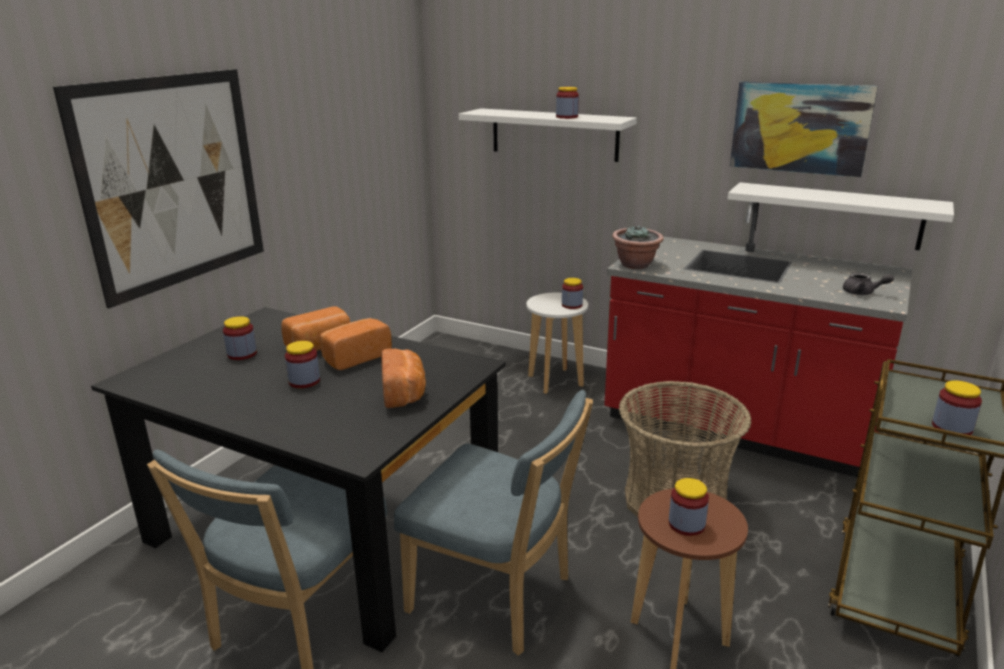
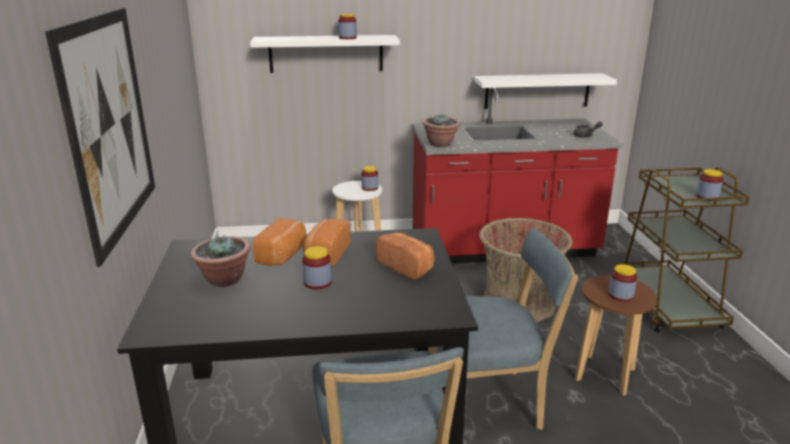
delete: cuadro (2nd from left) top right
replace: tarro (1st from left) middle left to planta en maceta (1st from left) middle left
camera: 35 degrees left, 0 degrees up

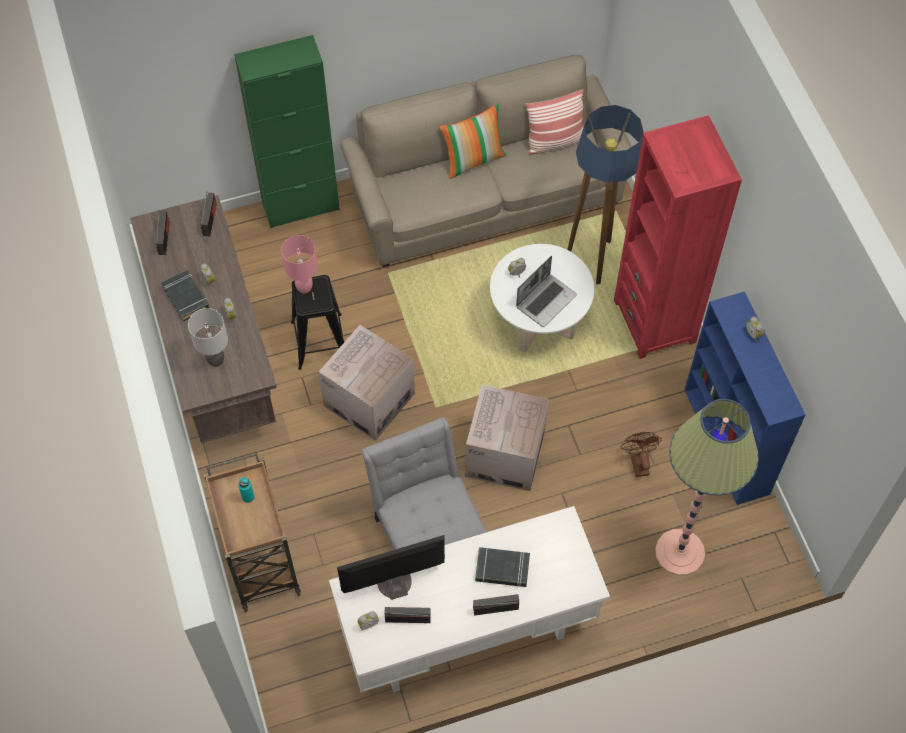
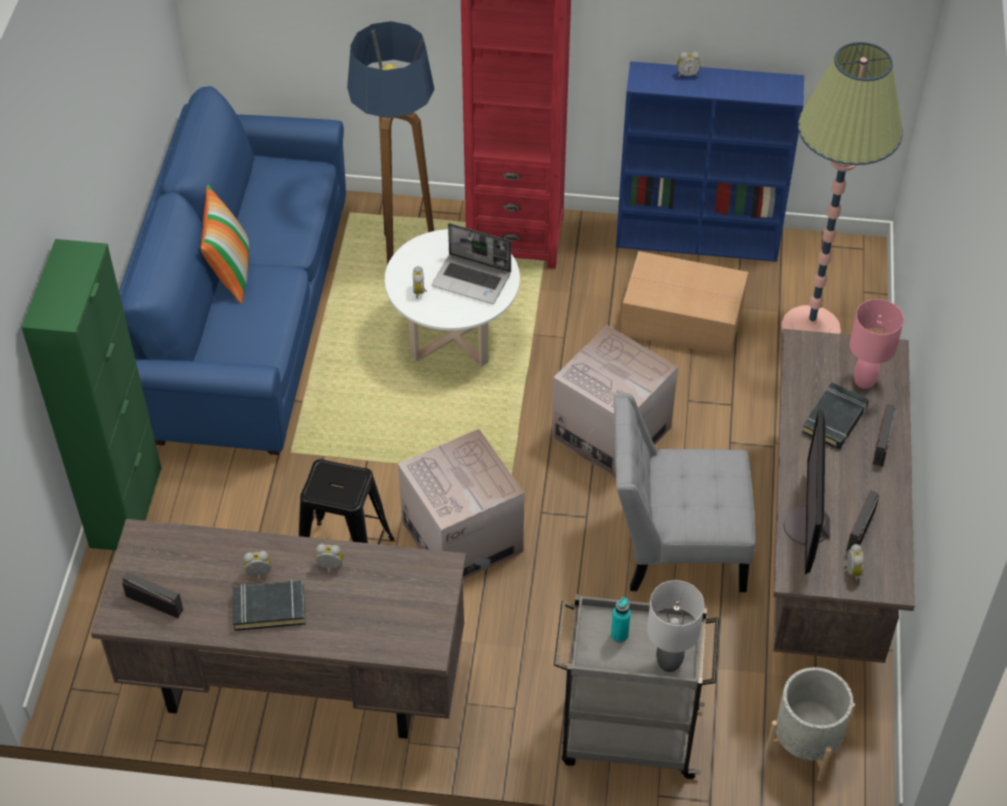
delete: cojín (2nd from left) top centre; radio (2nd from left) top left
insert: maceta/gris bottom right
move: lámpara de mesa/rosa middle left to middle right; lámpara de mesa/gris middle left to bottom right
replace: ventilador/marrón middle right to caja de cartón (3rd from left) middle right
recolor: sofá/beis top centre to sofá/azul middle left; carrito/marrón bottom left to carrito/gris bottom centre; escritorio/blanco bottom centre to escritorio/marrón (2nd from left) middle right
rotate: portátil centre = top centre 135 degrees clockwise
camera: 65 degrees left, 10 degrees down

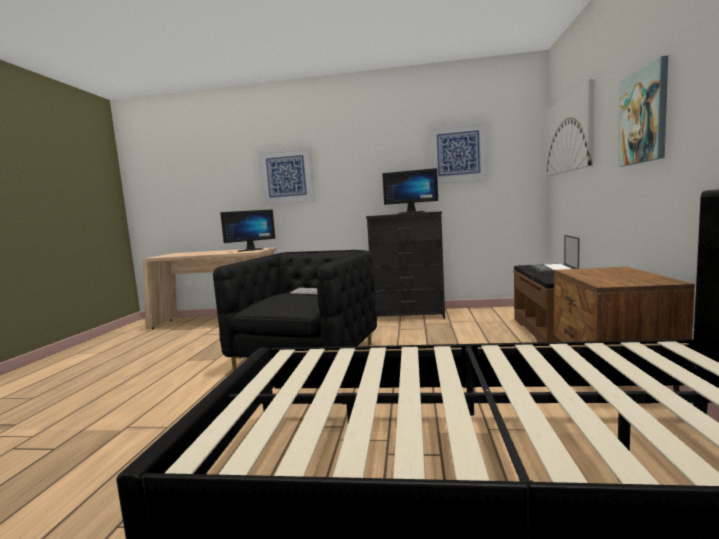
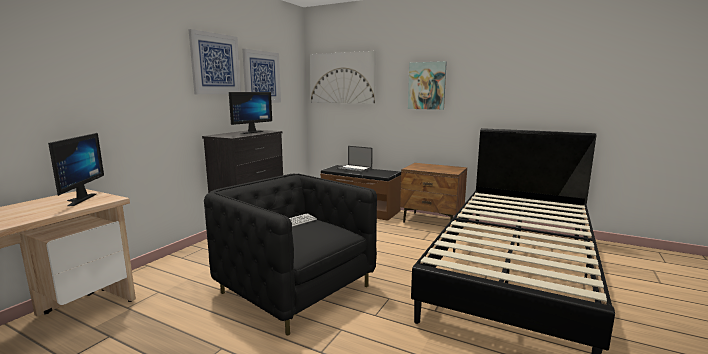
move: cuadro (1st from left) top centre to top left
camera: 70 degrees left, 5 degrees up

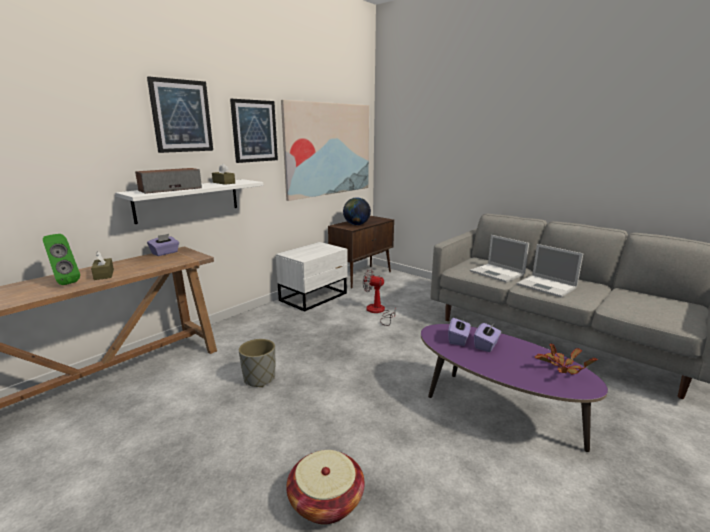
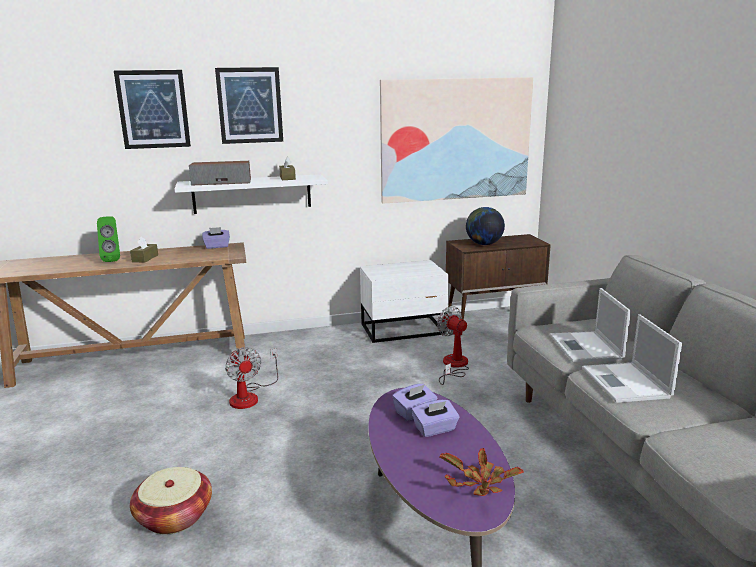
move: cuadro (2nd from left in the first image) top centre to cuadro (1st from left) top left
replace: maceta/gris bottom centre to ventilador (1st from left) bottom left
camera: 35 degrees right, 0 degrees up

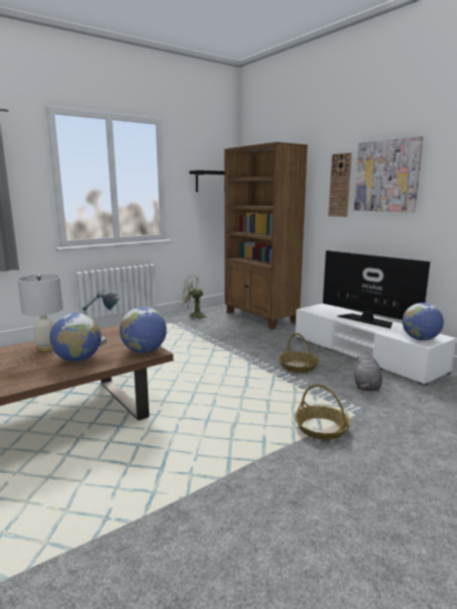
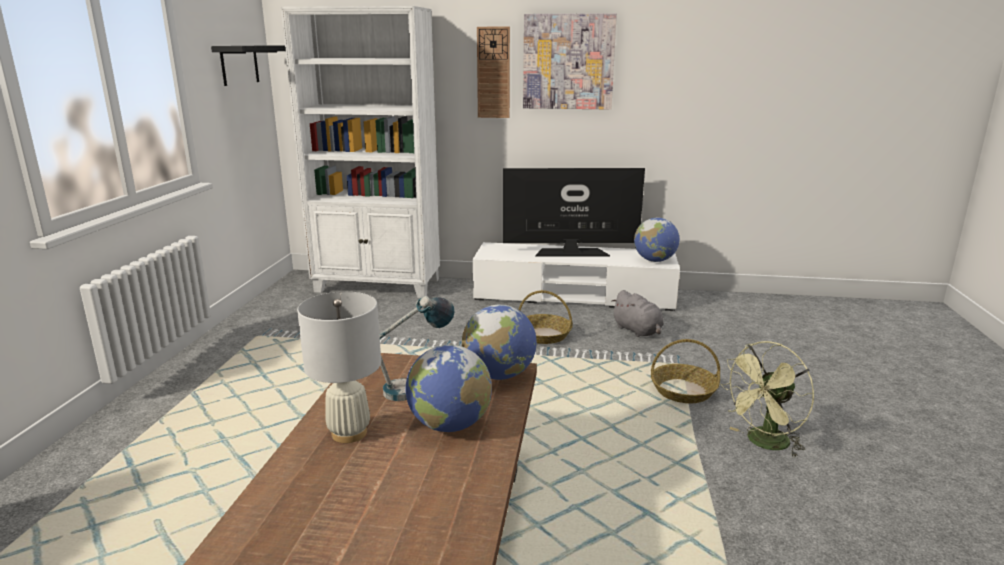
move: ventilador/verde centre to bottom right
recolor: estantería/marrón centre to estantería/blanco top centre
camera: 45 degrees left, 5 degrees up

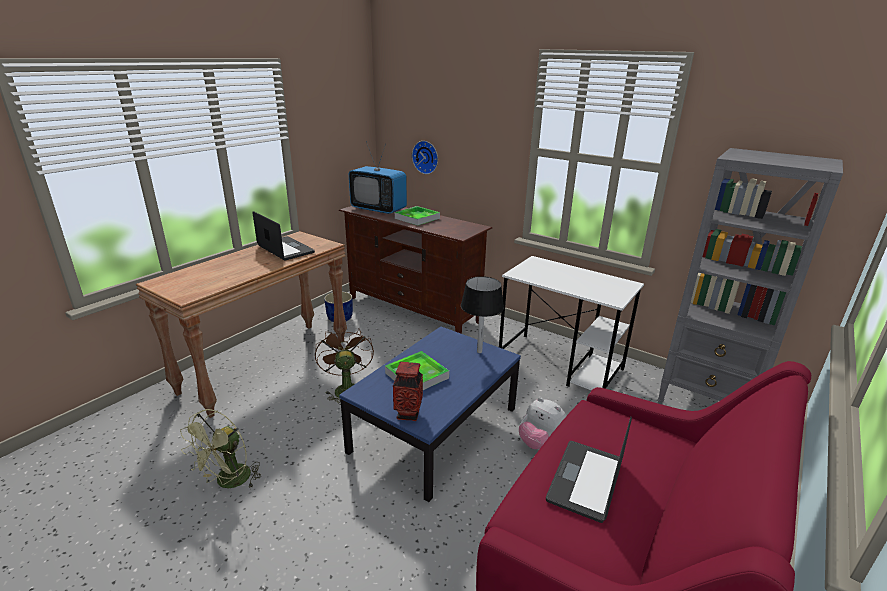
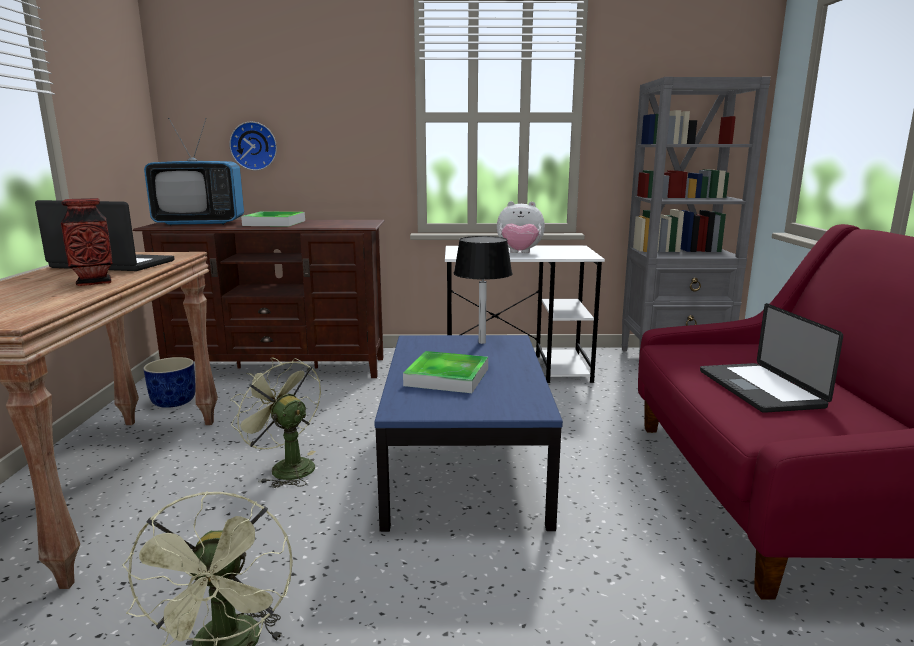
move: florero centre to middle left; peluche bottom centre to centre
recolor: ventilador/marrón centre to ventilador/verde (2nd from left) middle left
camera: 35 degrees left, 10 degrees down

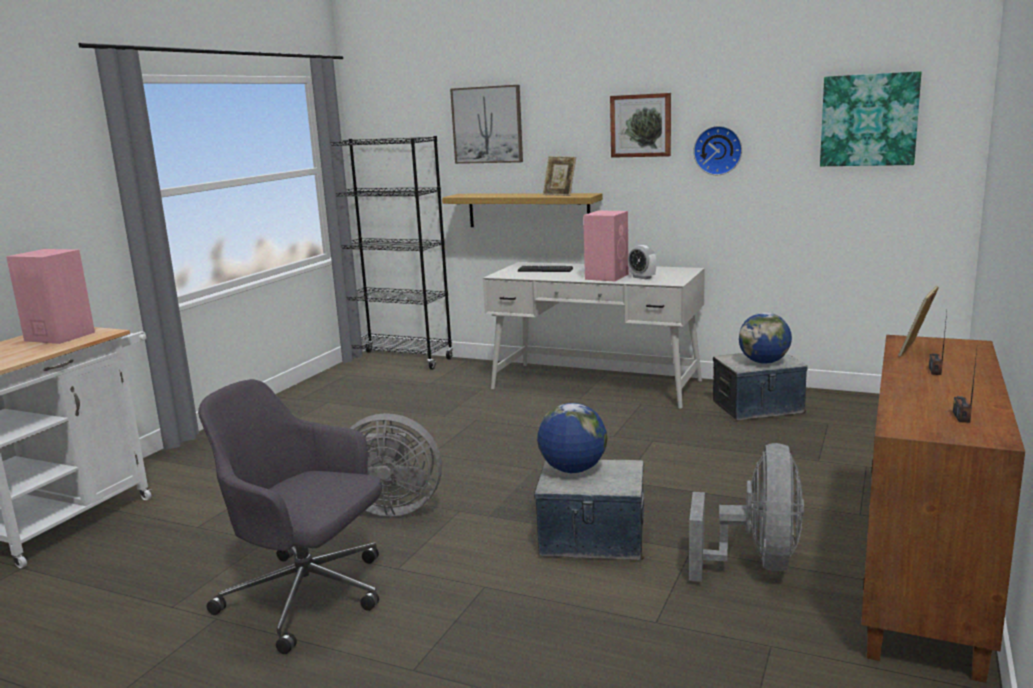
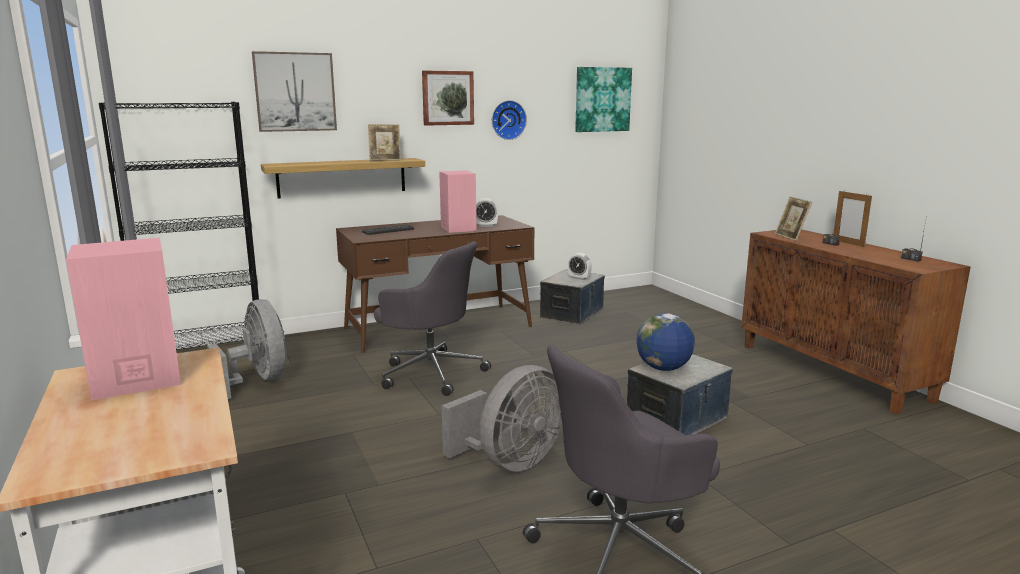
insert: portarretratos (3rd from left) middle right; silla de oficina/gris (1st from left) centre
move: ventilador/gris (2nd from left in the first image) bottom right to ventilador/gris (1st from left) middle left
replace: globo terráqueo (2nd from left) middle right to despertador (2nd from left) centre
recolor: escritorio/blanco centre to escritorio/marrón centre
camera: 50 degrees left, 0 degrees up

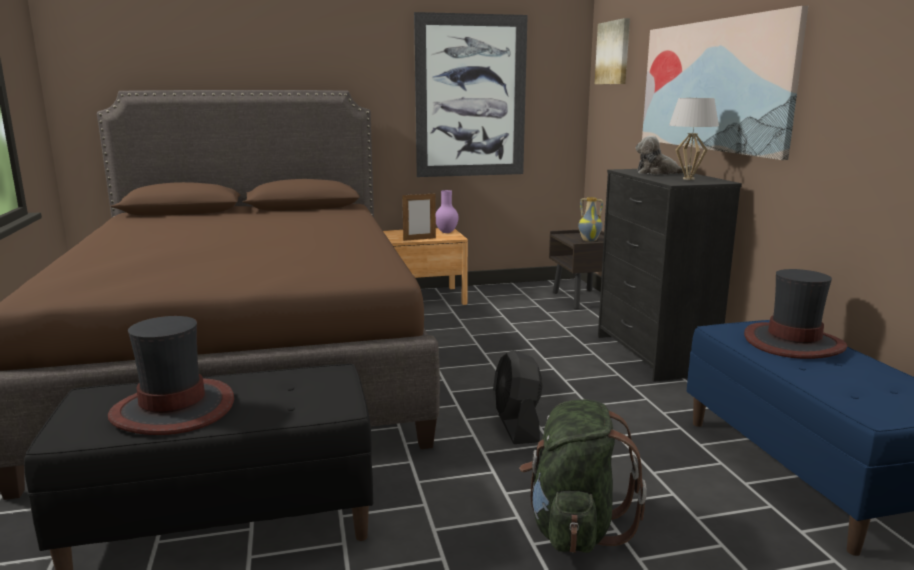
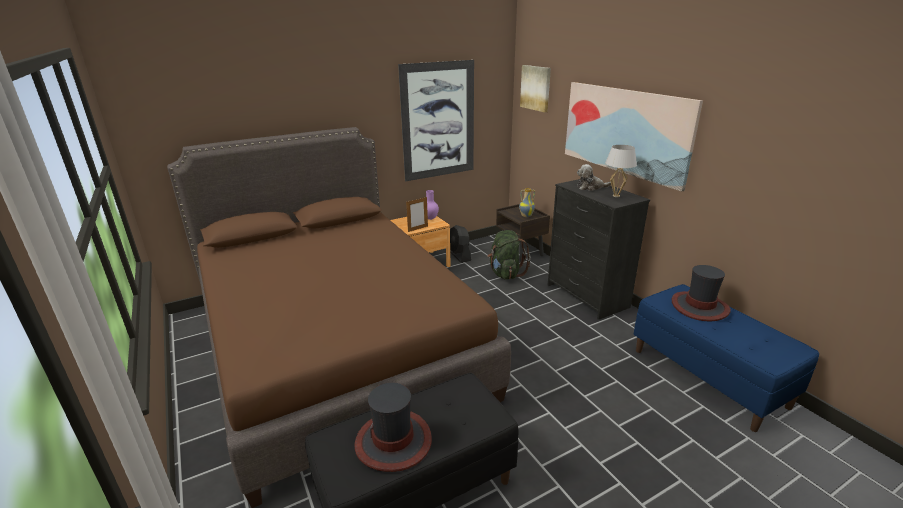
move: ventilador/negro bottom centre to centre; mochila/verde bottom centre to centre
camera: 15 degrees left, 10 degrees up

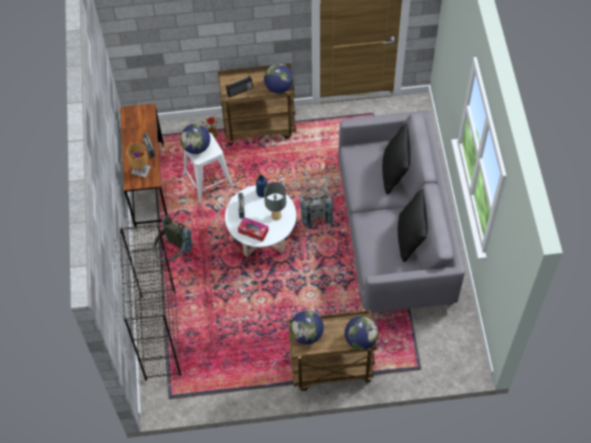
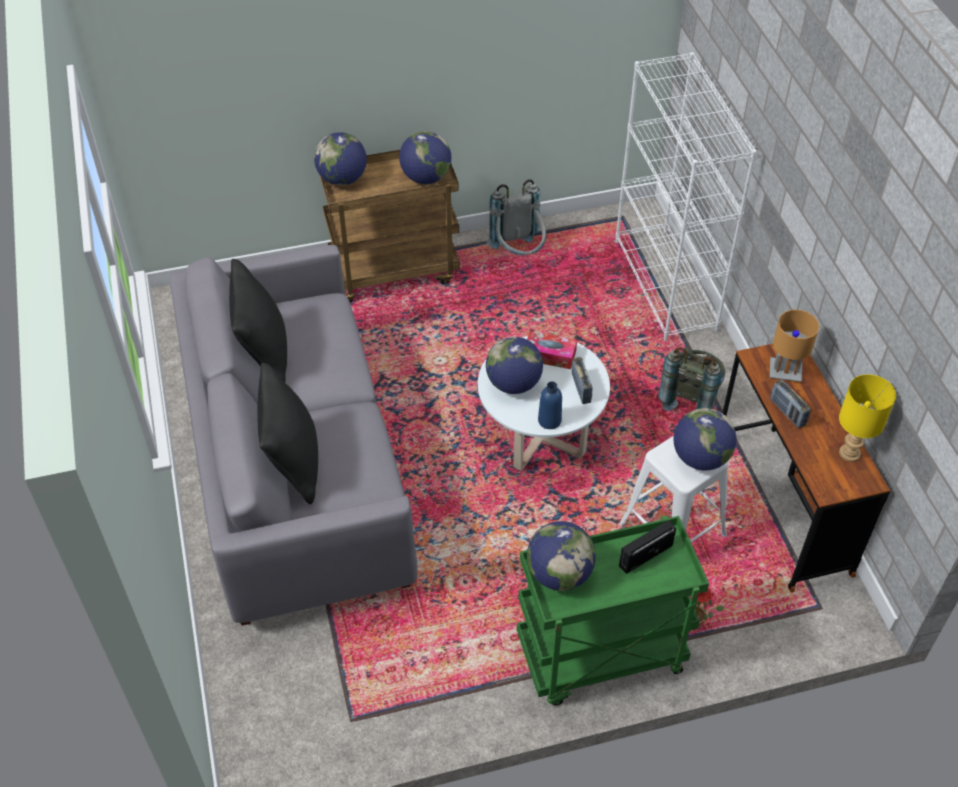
insert: lámpara de mesa/amarillo middle right
move: mochila/gris (2nd from left in the first image) centre to mochila/gris (1st from left) top centre
replace: lámpara de mesa/gris centre to globo terráqueo (3rd from left) centre
recolor: carrito/marrón (1st from left) top centre to carrito/verde bottom centre; estantería/negro bottom left to estantería/blanco top right
camera: 170 degrees right, 10 degrees down

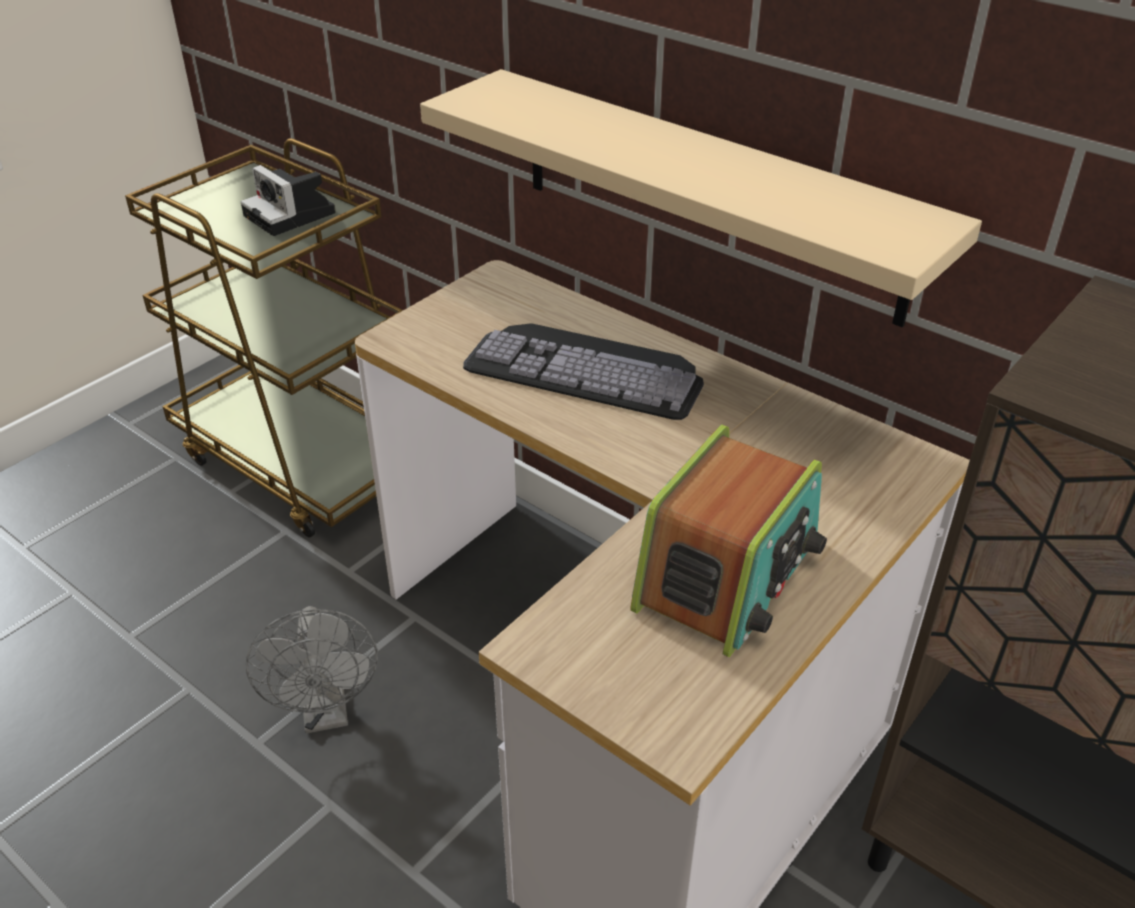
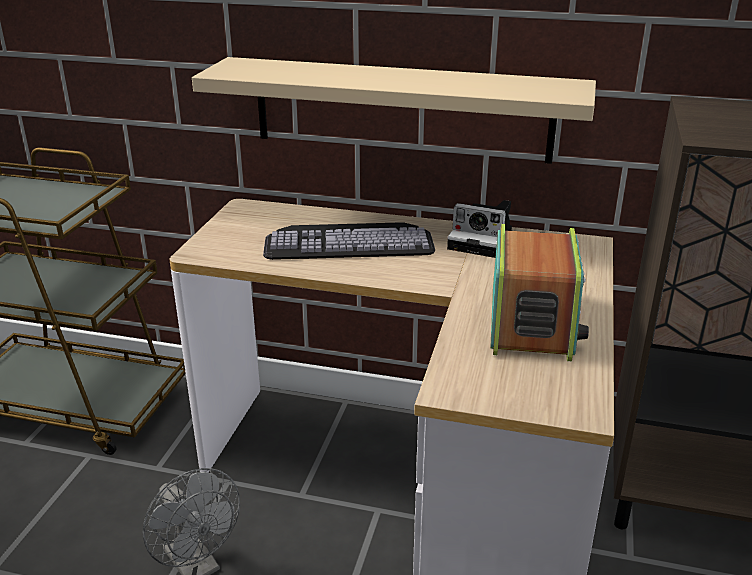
move: cámara top left to centre
camera: 25 degrees left, 10 degrees down

